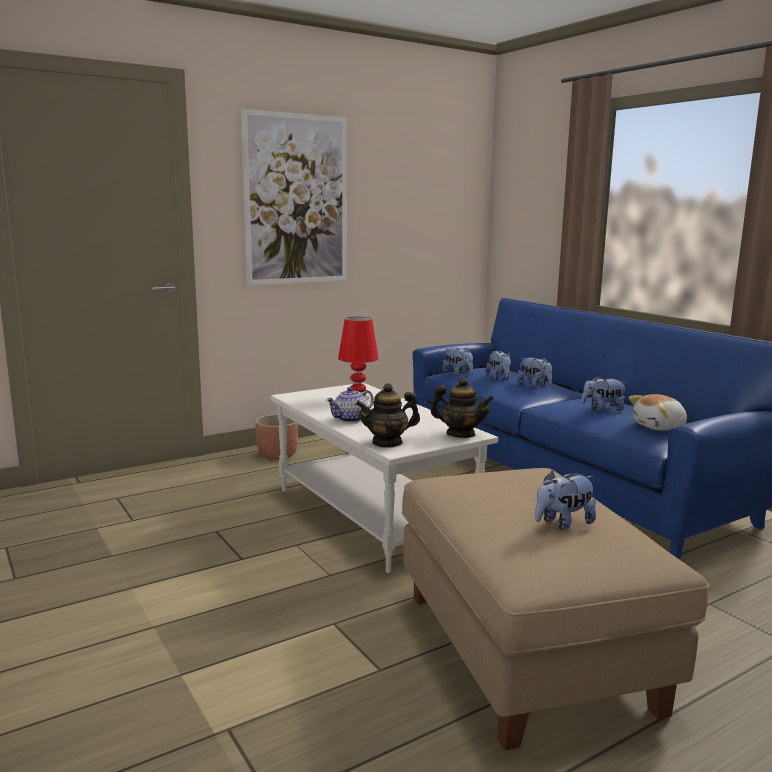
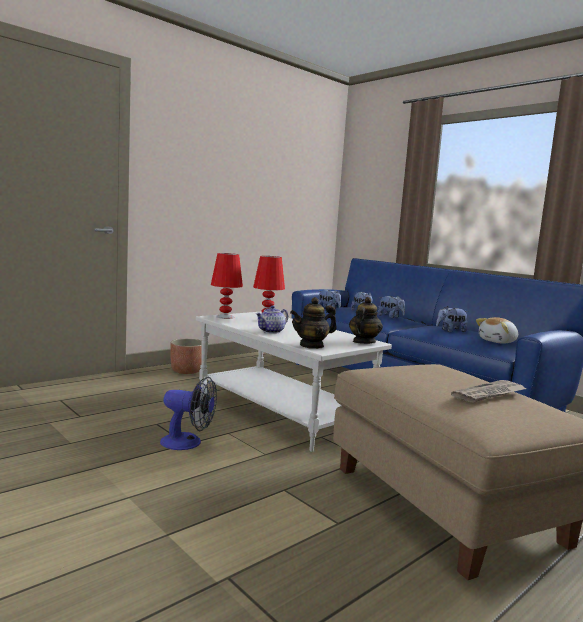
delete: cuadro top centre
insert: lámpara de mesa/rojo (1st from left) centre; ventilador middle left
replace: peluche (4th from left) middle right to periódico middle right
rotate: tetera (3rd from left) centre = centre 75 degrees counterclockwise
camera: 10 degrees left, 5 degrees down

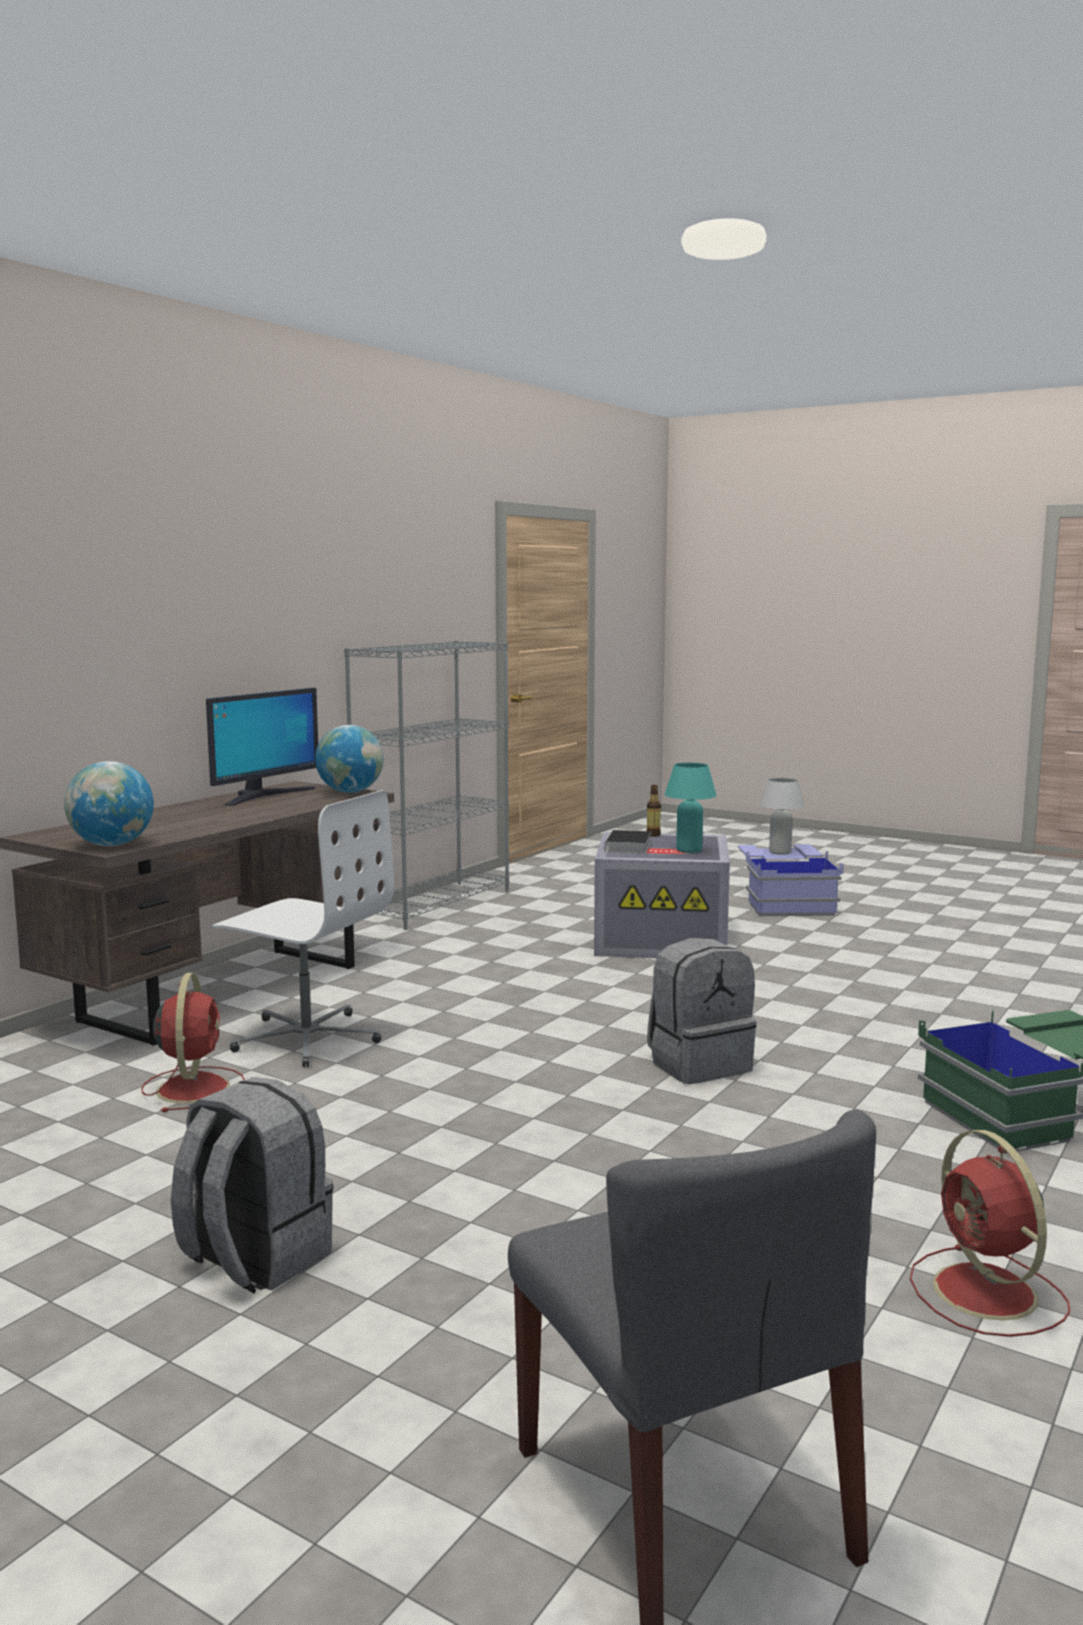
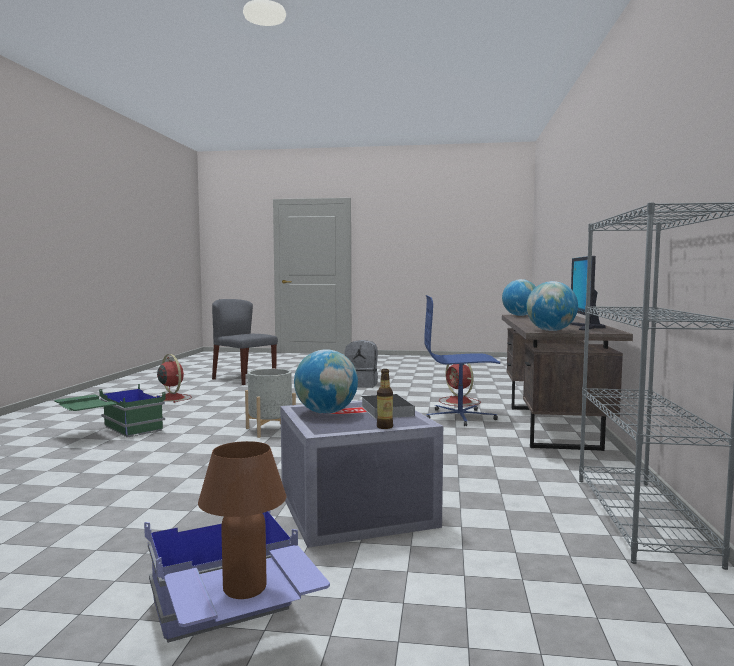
replace: lámpara de mesa/turquesa centre to globo terráqueo (1st from left) centre; mochila/gris (2nd from left) centre to maceta/gris centre
recolor: lámpara de mesa/blanco middle right to lámpara de mesa/marrón bottom left; silla de oficina/blanco middle left to silla de oficina/azul centre
camera: 155 degrees right, 5 degrees down

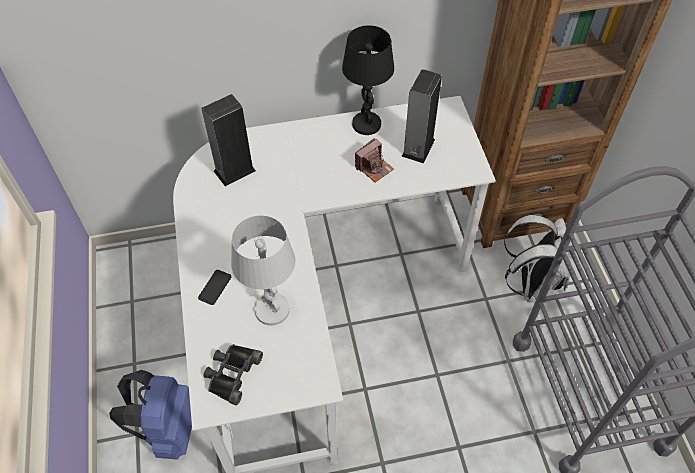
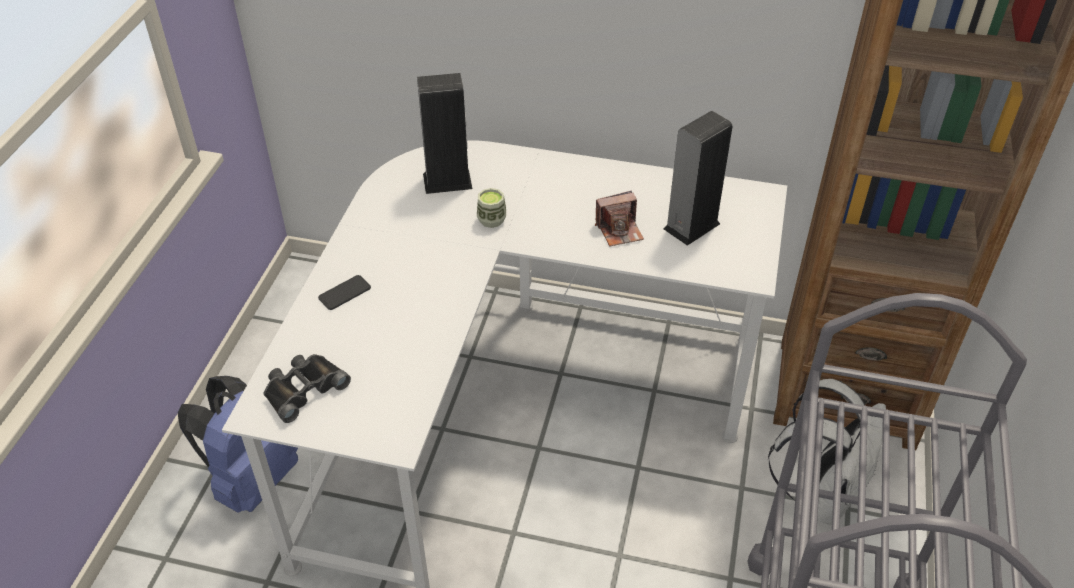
delete: lámpara de mesa/negro top centre; lámpara de mesa/blanco centre
insert: taza centre
camera: 25 degrees right, 10 degrees down

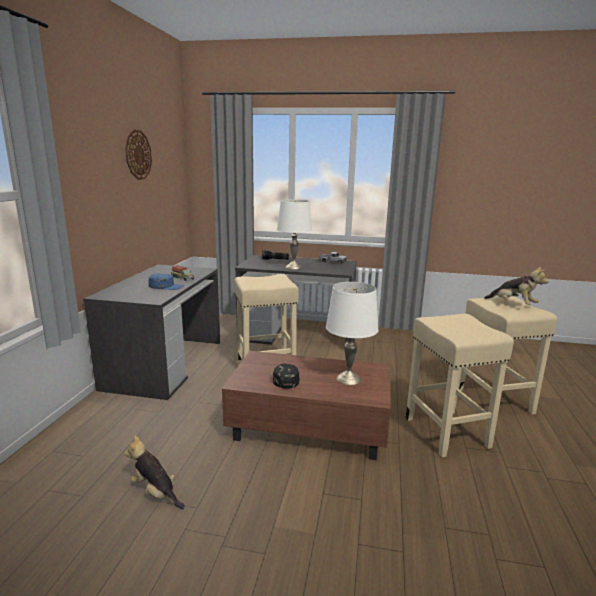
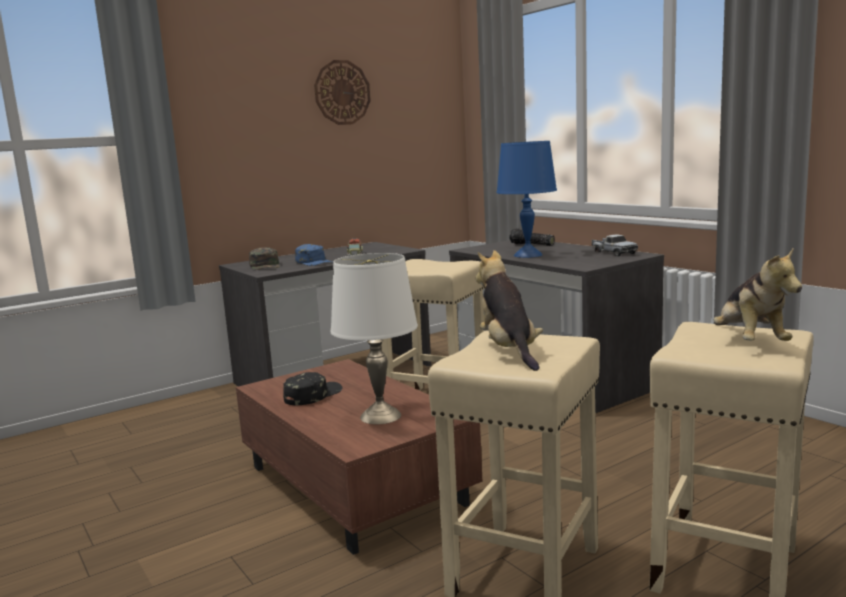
insert: gorra/verde middle left
move: peluche (1st from left) bottom left to centre
recolor: lámpara de mesa/blanco (1st from left) centre to lámpara de mesa/azul centre
camera: 45 degrees right, 5 degrees down

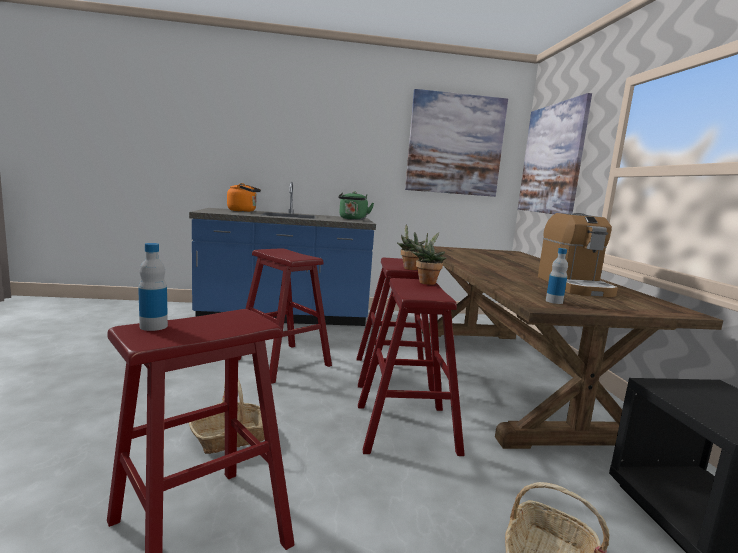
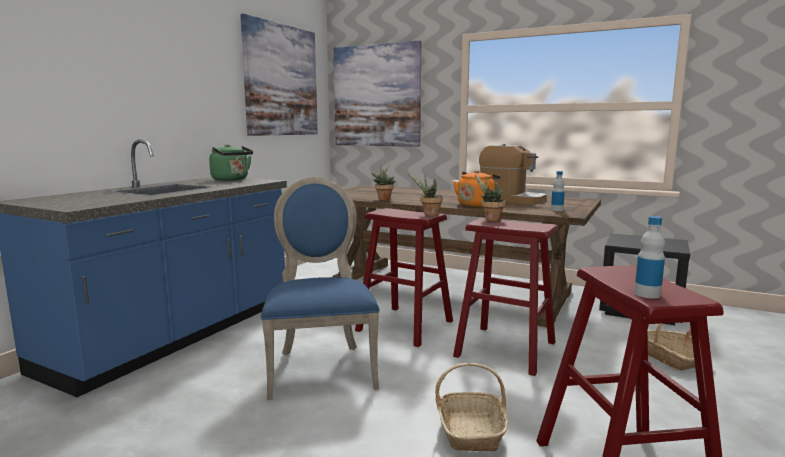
insert: planta en maceta (1st from left) centre
move: hervidor/naranja middle left to centre
replace: taburete/rojo (2nd from left) centre to silla/azul centre
camera: 55 degrees left, 0 degrees up

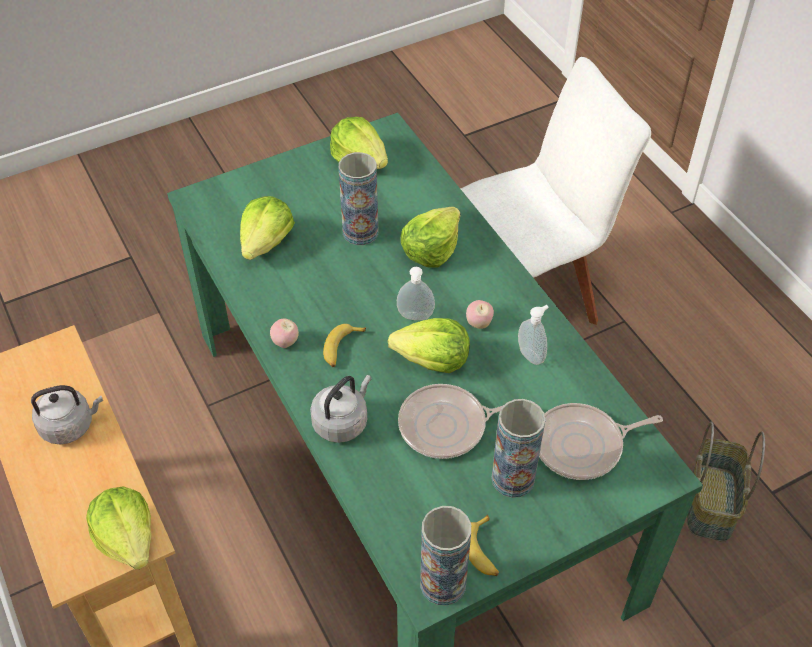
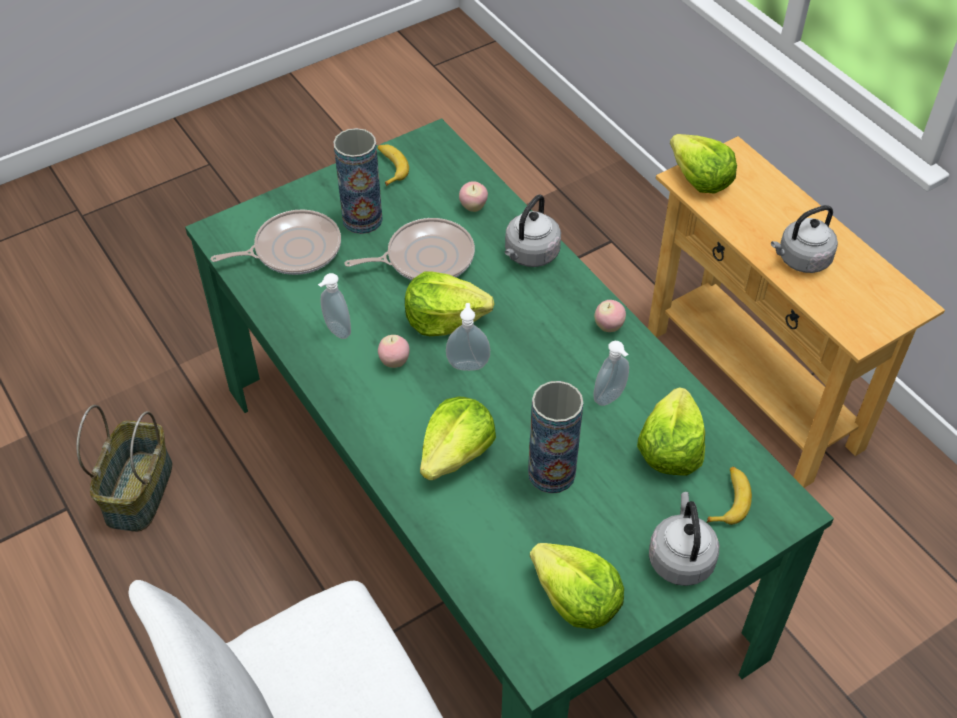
delete: florero (2nd from left) bottom centre
insert: manzana (2nd from left) top centre; dispensador de jabón (3rd from left) centre; hervidor/gris (2nd from left) bottom right
move: plátano (1st from left in the first image) centre to plátano (2nd from left) bottom right
camera: 175 degrees right, 0 degrees up

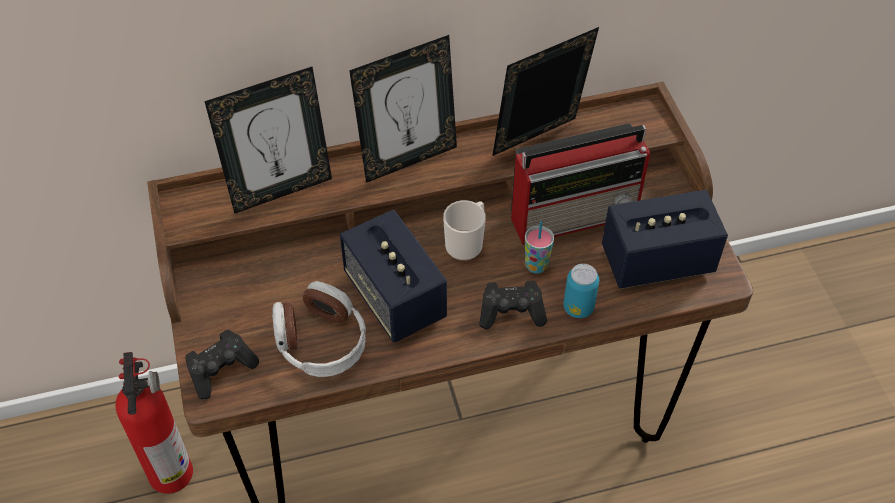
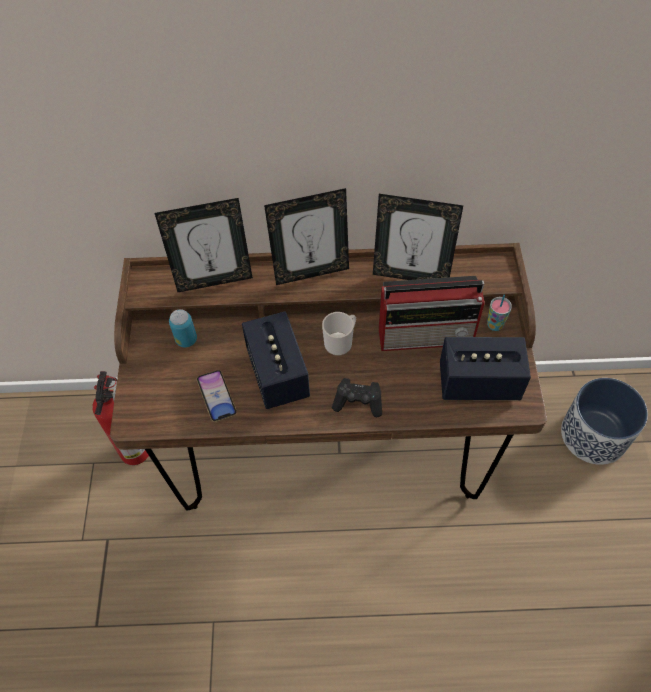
delete: mando de consola/negro (1st from left) bottom left
insert: maceta middle right
move: taza centre to middle right; lata centre to middle left
replace: auriculares centre to móvil middle left
rotate: portarretratos (3rd from left) top centre = centre 150 degrees counterclockwise
camera: 15 degrees right, 5 degrees up

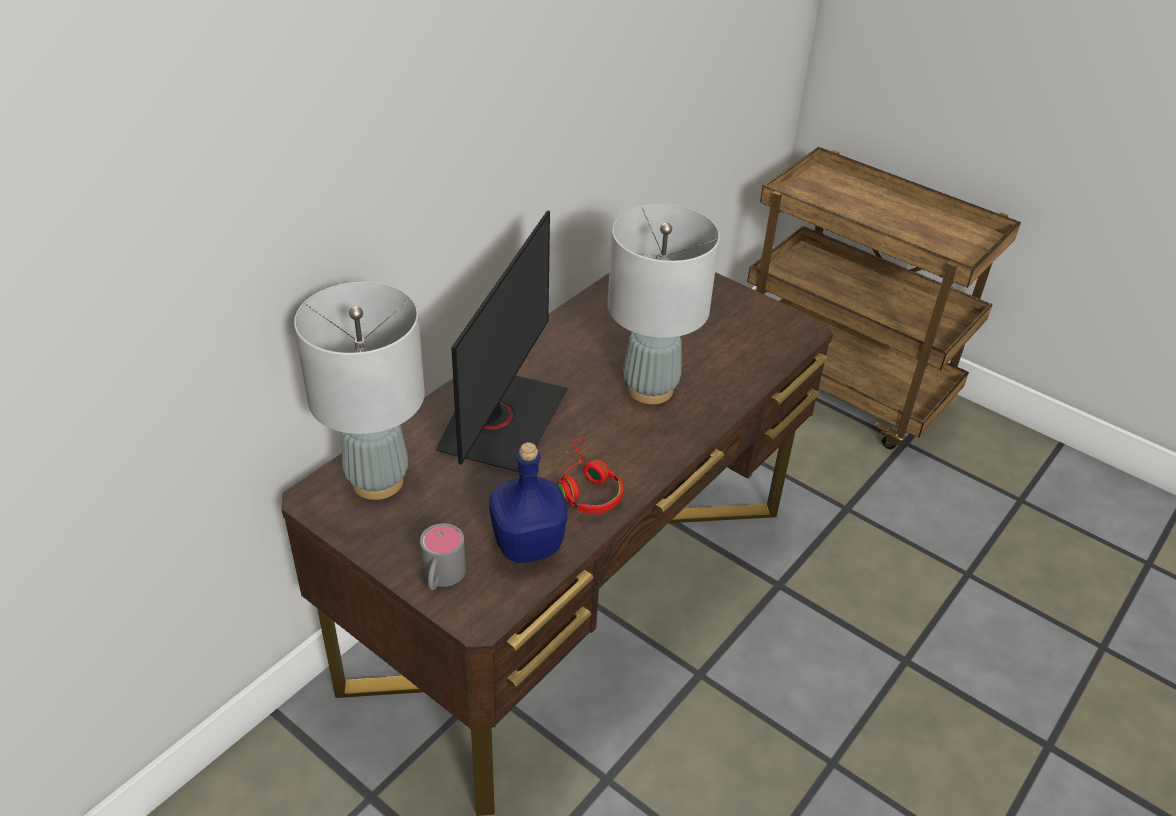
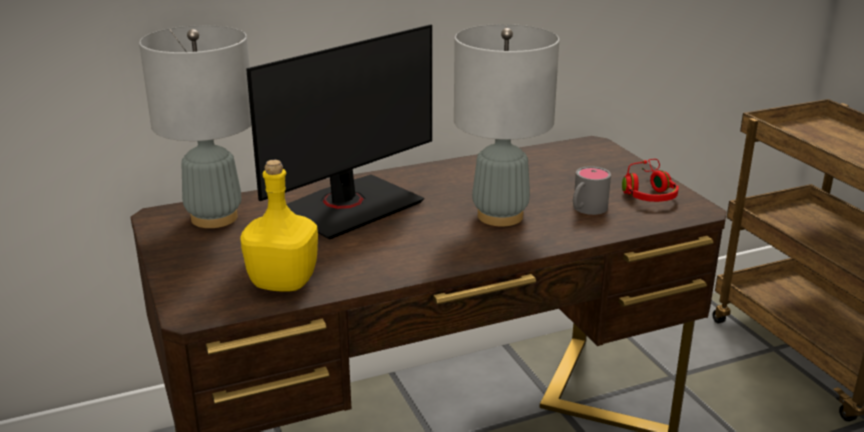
move: auriculares/rojo centre to middle right; taza grande/gris bottom centre to middle right
recolor: botella/azul centre to botella/amarillo middle left
camera: 30 degrees right, 15 degrees down

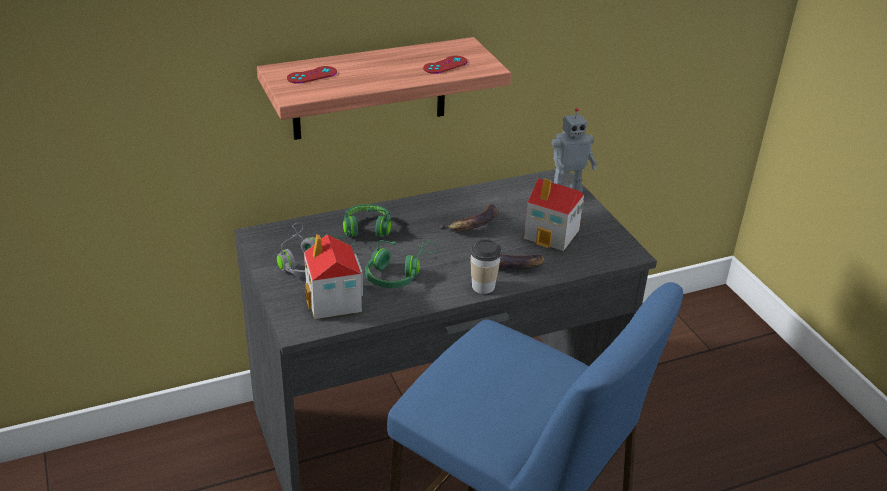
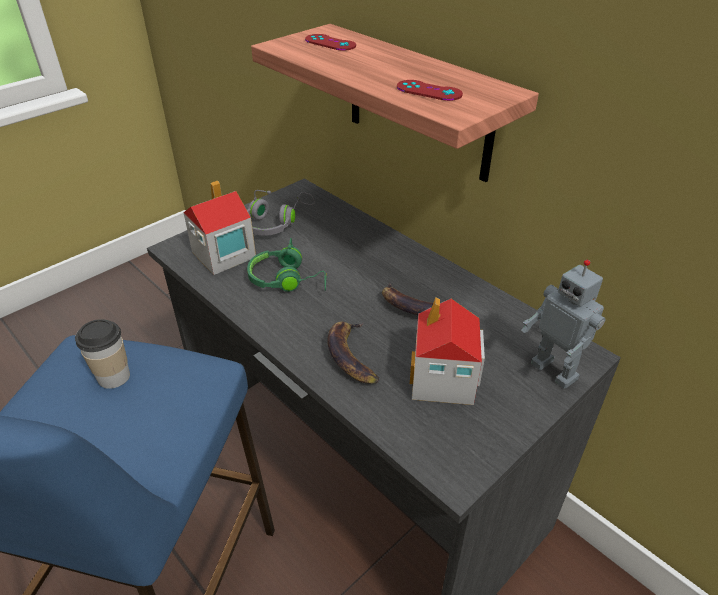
delete: auriculares/verde (1st from left) centre
move: taza centre to middle left
camera: 70 degrees right, 5 degrees up

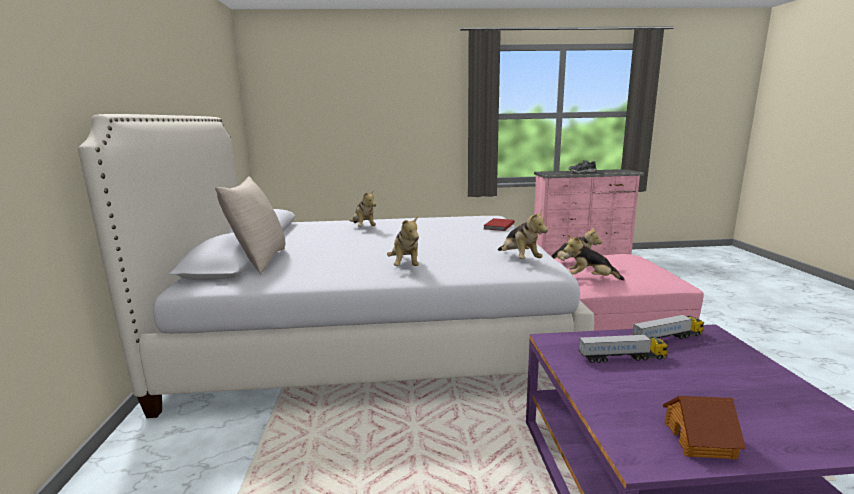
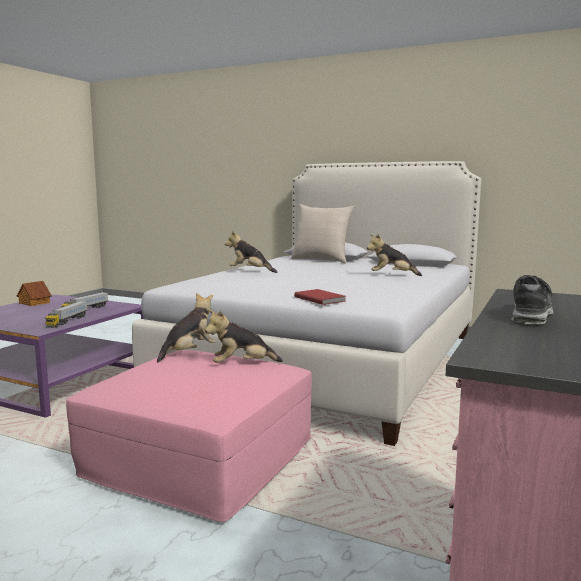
delete: peluche (3rd from left) centre
camera: 120 degrees right, 5 degrees down

